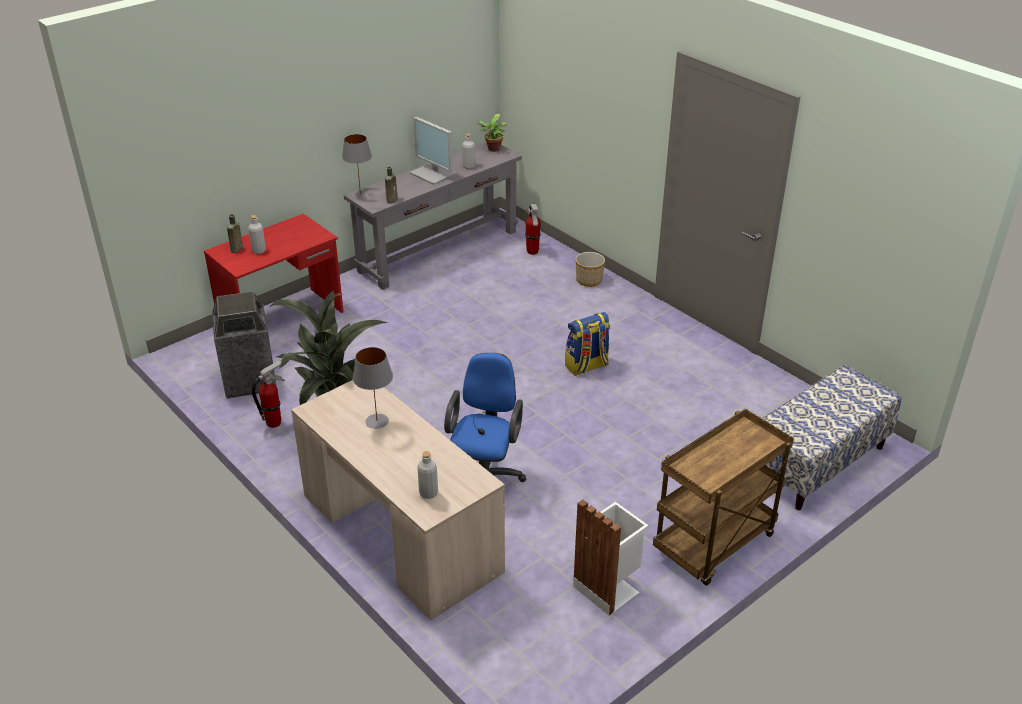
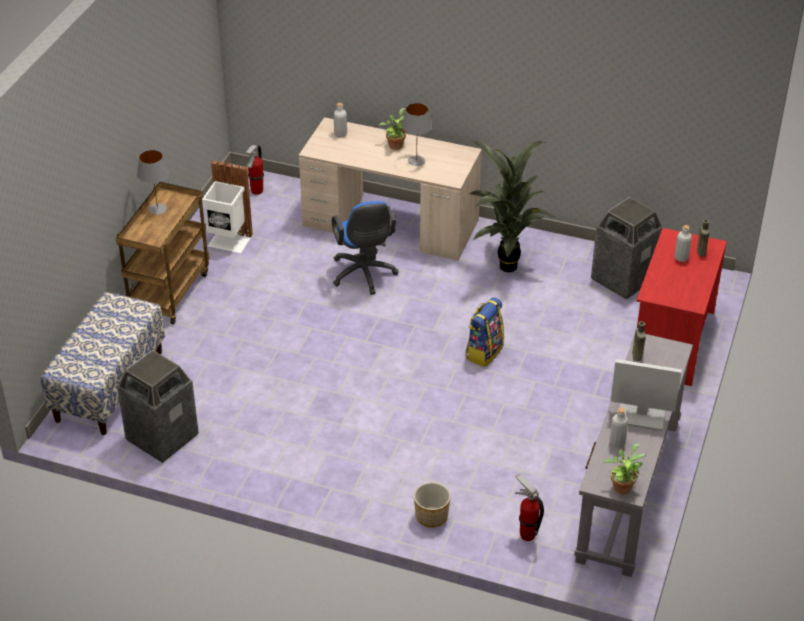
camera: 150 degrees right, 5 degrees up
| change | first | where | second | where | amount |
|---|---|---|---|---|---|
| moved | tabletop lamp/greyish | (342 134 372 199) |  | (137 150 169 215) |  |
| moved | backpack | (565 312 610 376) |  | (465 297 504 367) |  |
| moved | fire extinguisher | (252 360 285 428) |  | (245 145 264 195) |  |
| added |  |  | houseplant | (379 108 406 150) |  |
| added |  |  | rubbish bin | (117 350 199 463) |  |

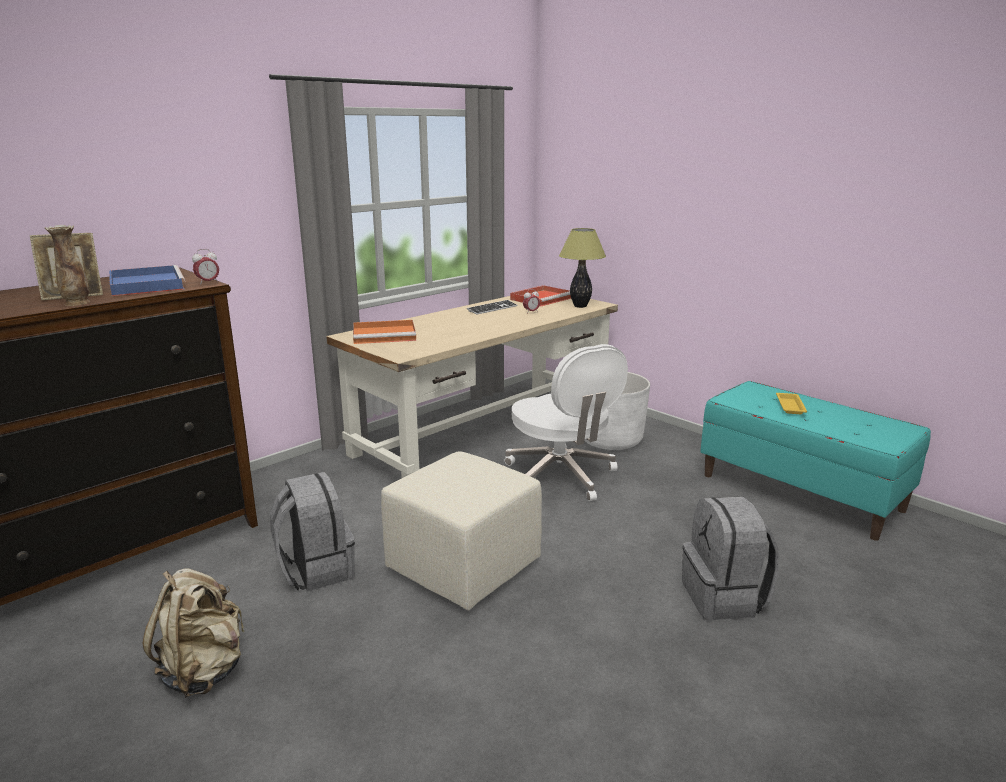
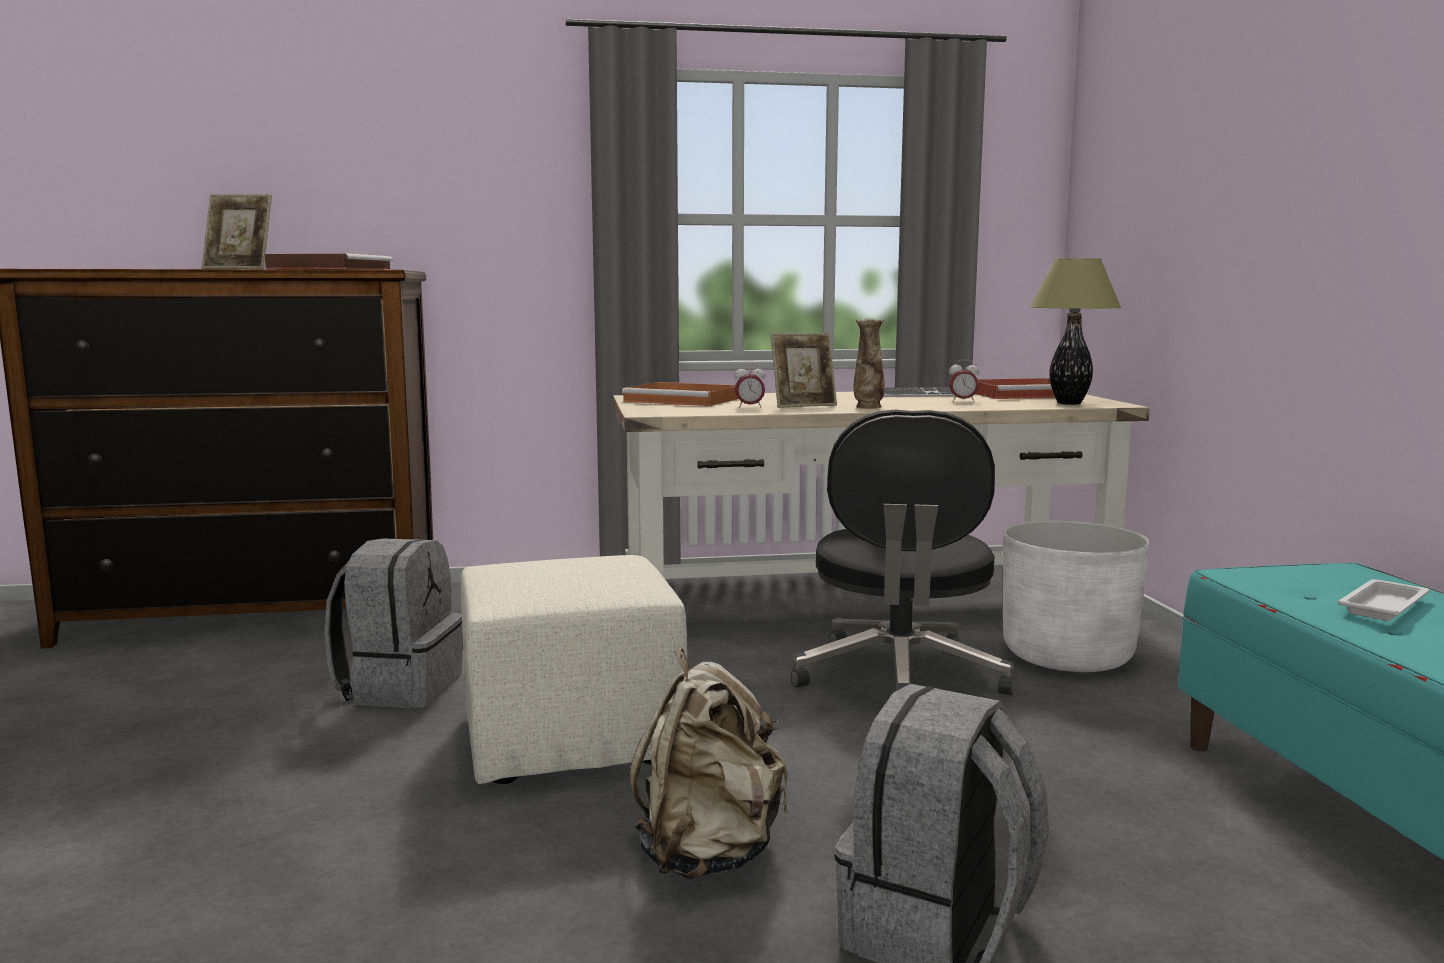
camera: 35 degrees right, 10 degrees down
| change | first | where | second | where | amount |
|---|---|---|---|---|---|
| moved | flower vase | (45 225 90 306) |  | (854 318 885 409) |  |
| moved | table clock | (192 249 219 285) |  | (734 363 765 408) |  |
| recoloured | serving tray/blue-coloured | (109 265 186 296) | serving tray/brown | (265 253 393 270) |  |
| recoloured | desk chair/white | (504 344 628 501) | desk chair/blackish | (791 410 1015 695) |  |
| recoloured | serving tray/yellowish | (776 393 807 414) | serving tray/white | (1338 579 1430 621) |  |
| moved | backpack/beige-coloured | (143 568 244 698) |  | (630 648 789 880) |  |
| added |  |  | standing frame | (771 333 837 408) |  |

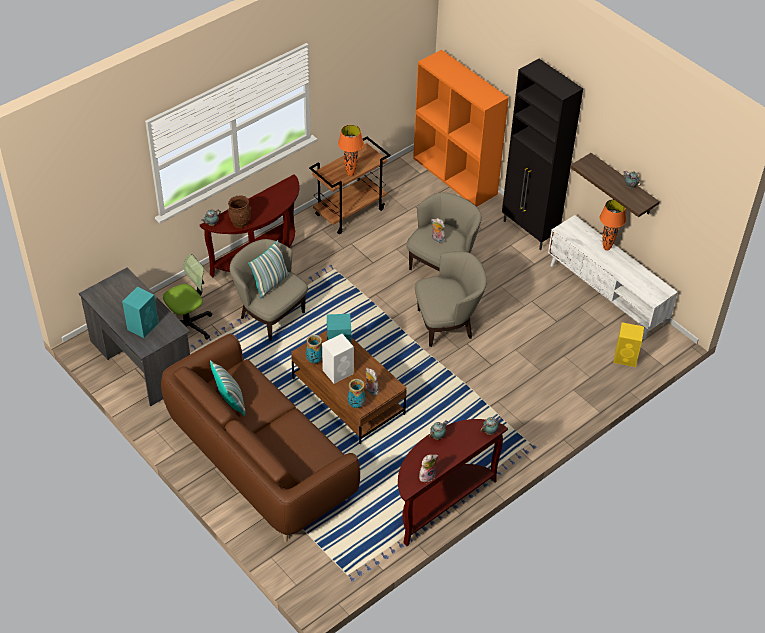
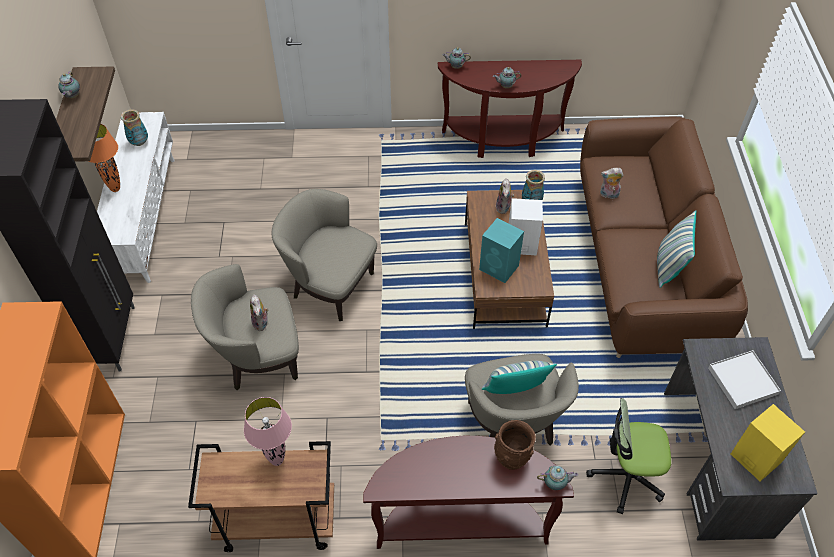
camera: 140 degrees left, 5 degrees up
| change | first | where | second | where | amount |
|---|---|---|---|---|---|
| recoloured | tabletop lamp/orange-coloured | (338 125 364 176) | tabletop lamp/pink | (244 397 292 466) |  |
| replaced | audio speaker/turquoise-coloured | (122 287 159 338) | serving tray/white | (708 350 781 409) |  |
| moved | audio speaker/yellowish | (613 322 644 367) |  | (731 404 805 481) |  |
| moved | flower vase | (306 335 322 364) |  | (121 109 148 146) |  |
| moved | soft toy | (419 455 438 482) |  | (600 168 623 199) |  |

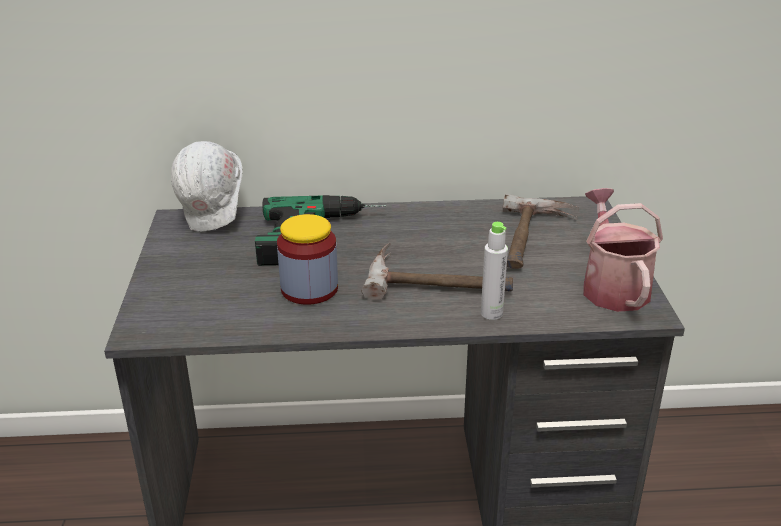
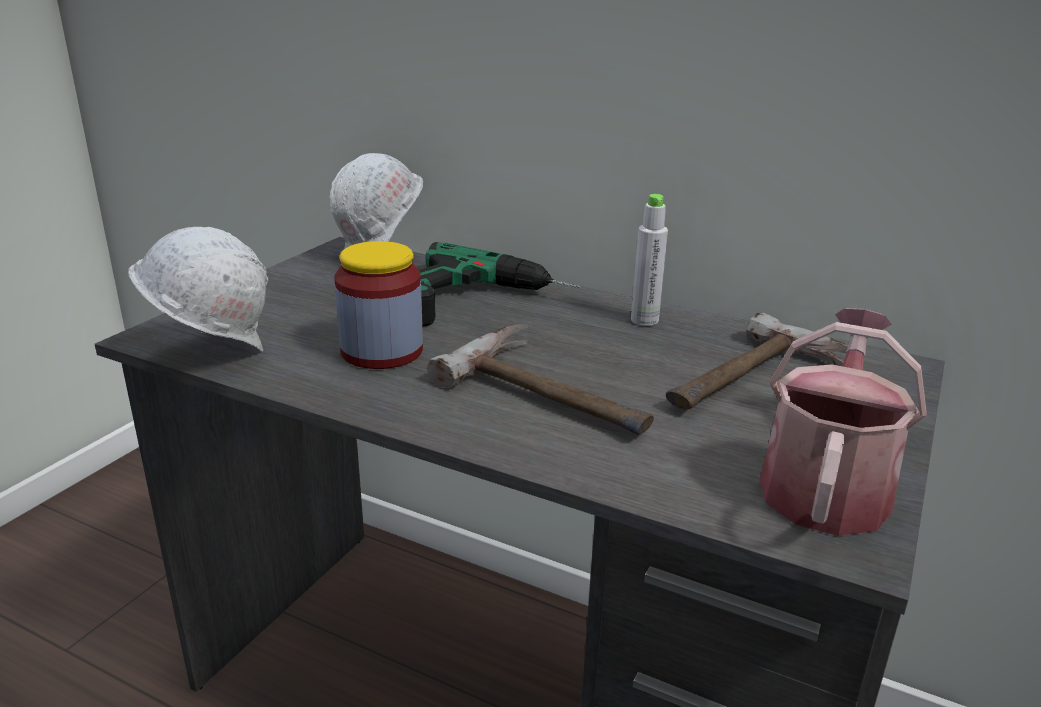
camera: 30 degrees right, 5 degrees down
| change | first | where | second | where | amount |
|---|---|---|---|---|---|
| moved | drink bottle/greyish | (481 222 508 320) |  | (631 194 668 326) |  |
| added |  |  | work helmet/white | (128 227 268 351) |  |

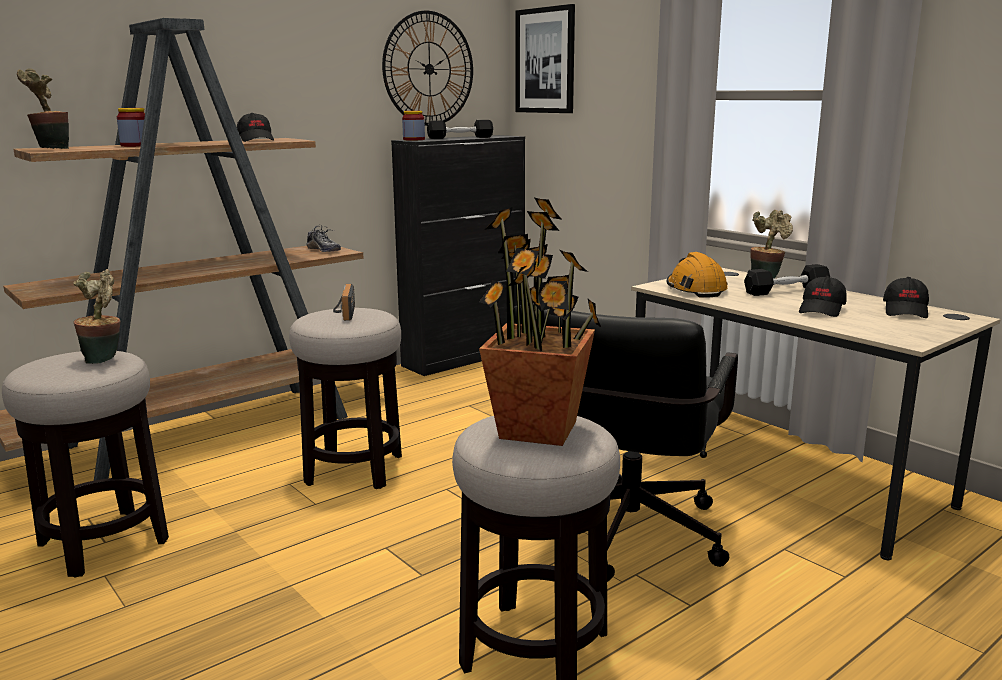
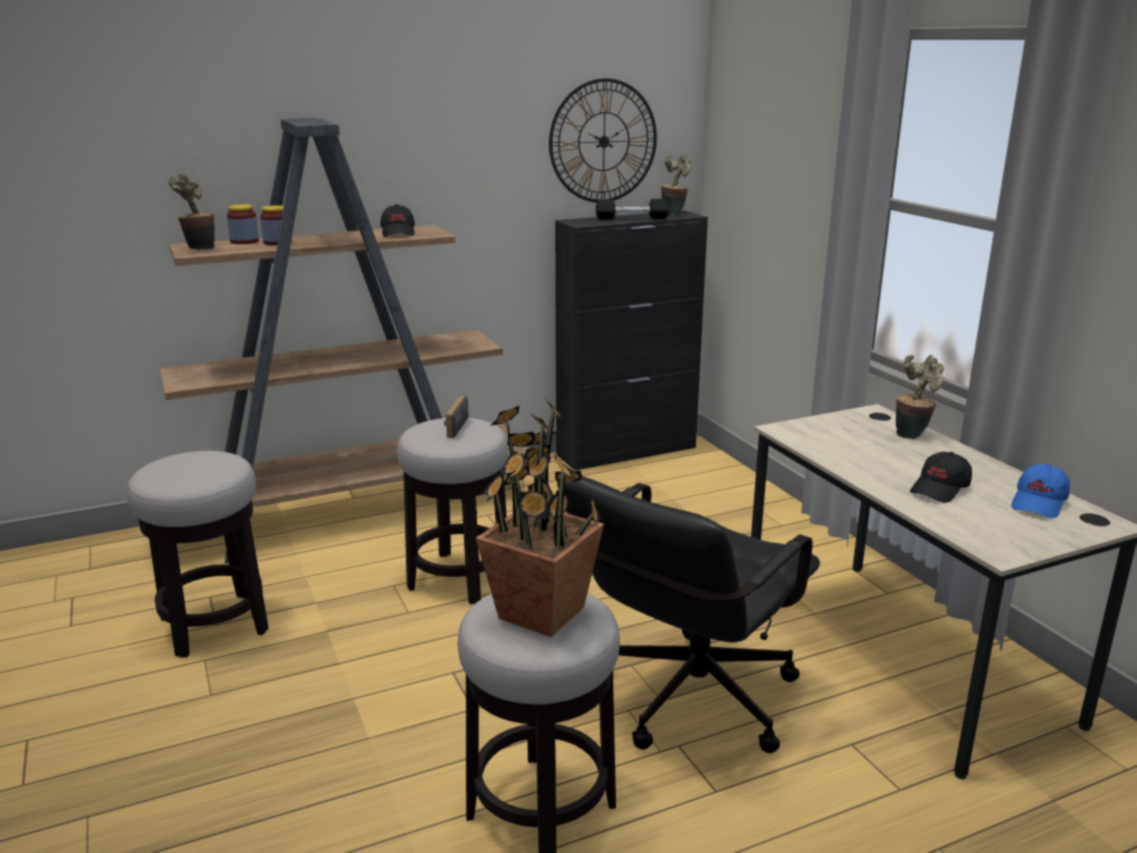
camera: 15 degrees right, 5 degrees up
| change | first | where | second | where | amount |
|---|---|---|---|---|---|
| removed | picture | (515 4 575 113) |  |  |  |
| moved | storage jar | (402 111 425 140) |  | (227 204 259 244) |  |
| removed | low shoe | (307 224 341 252) |  |  |  |
| removed | work helmet/orange-coloured | (666 252 728 298) |  |  |  |
| removed | dumbbell/blackish | (744 264 830 296) |  |  |  |
| moved | houseplant | (73 269 120 364) |  | (661 154 691 215) |  |
| recoloured | cap/blackish | (883 277 929 318) | cap/blue-coloured | (1011 464 1070 518) |  |

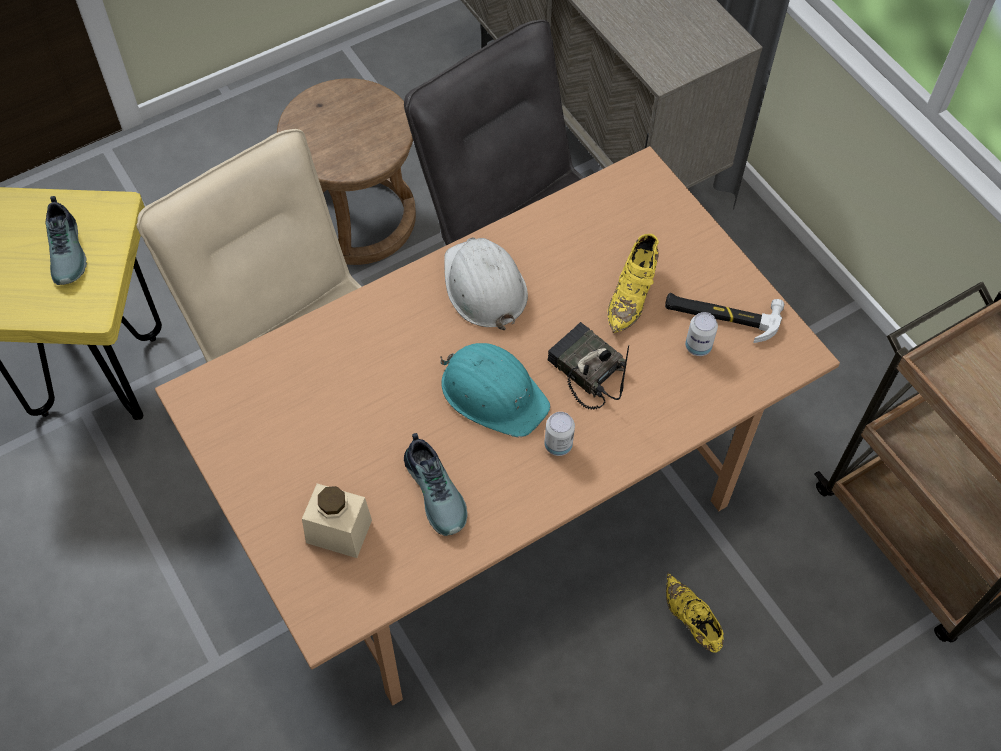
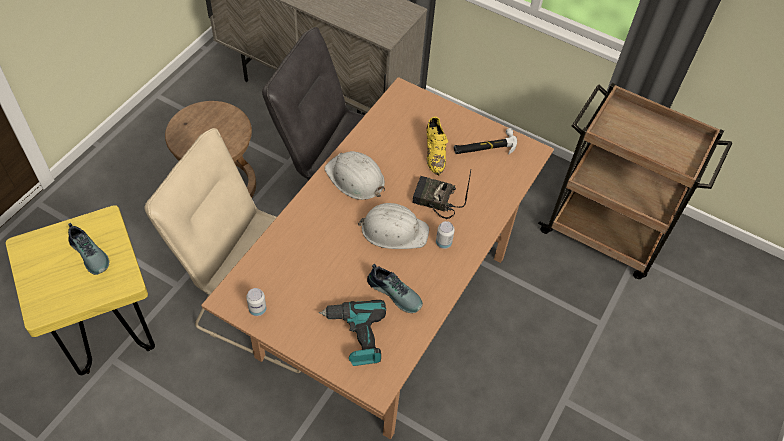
camera: 30 degrees left, 5 degrees down
| change | first | where | second | where | amount |
|---|---|---|---|---|---|
| moved | can | (685 312 718 356) |  | (246 288 267 316) |  |
| recoloured | work helmet/turquoise-coloured | (440 343 550 437) | work helmet/white | (358 203 429 249) |  |
| replaced | storage jar/beige-coloured | (302 483 372 558) | drill | (319 300 386 366) |  |
| removed | low shoe/yellowish | (666 572 724 653) |  |  |  |

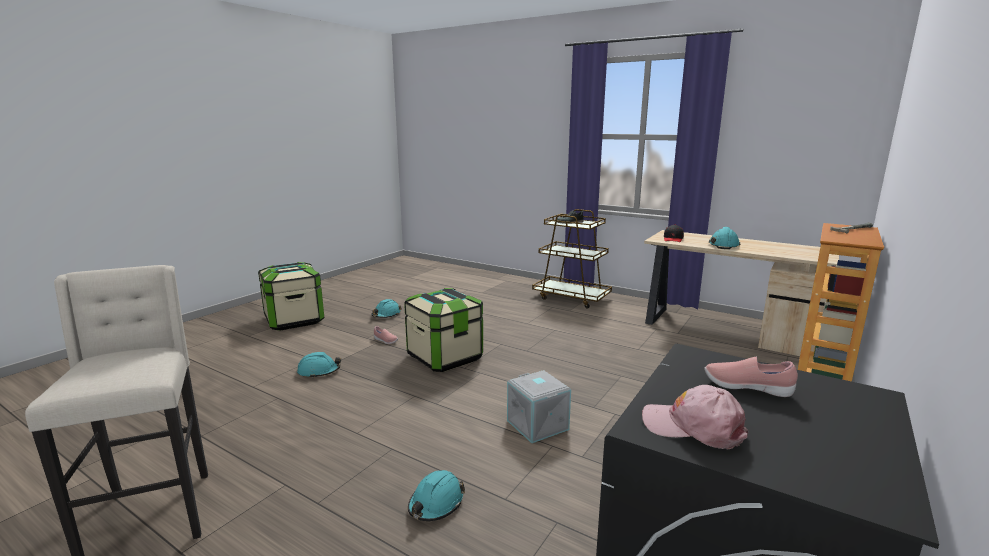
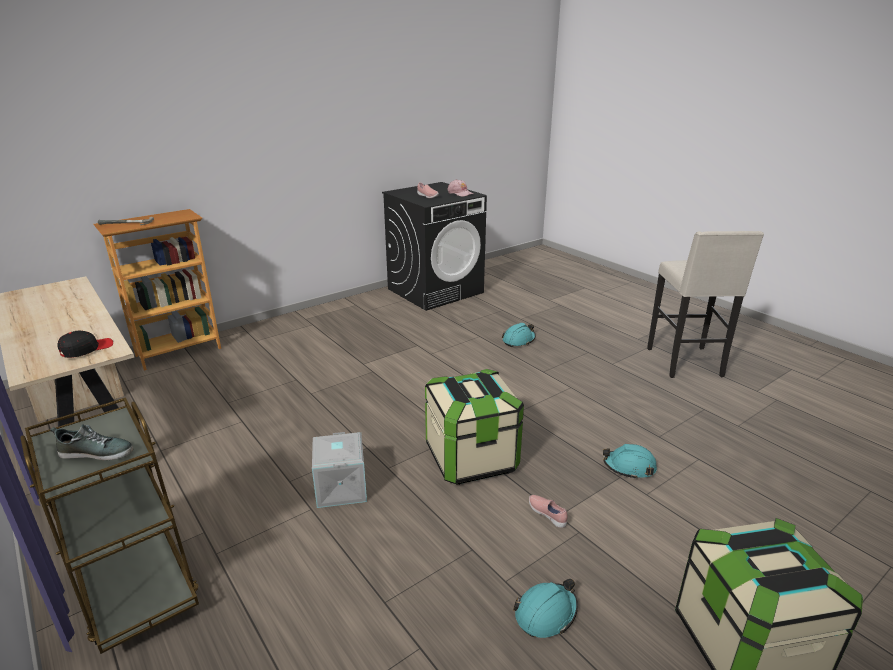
camera: 160 degrees left, 10 degrees up
| change | first | where | second | where | amount |
|---|---|---|---|---|---|
| removed | work helmet/turquoise-coloured | (709 227 740 249) |  |  |  |
| moved | storage box/greyish | (507 370 571 443) |  | (312 432 367 508) |  |

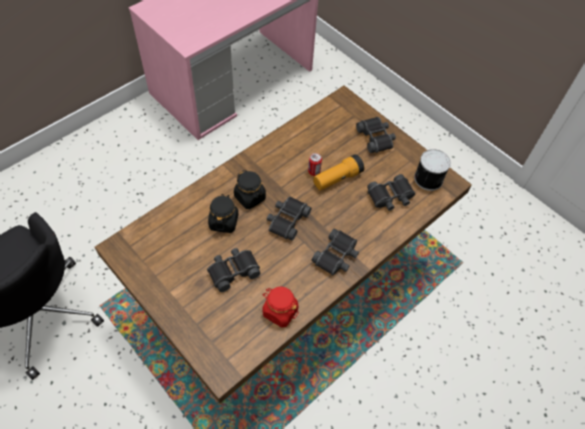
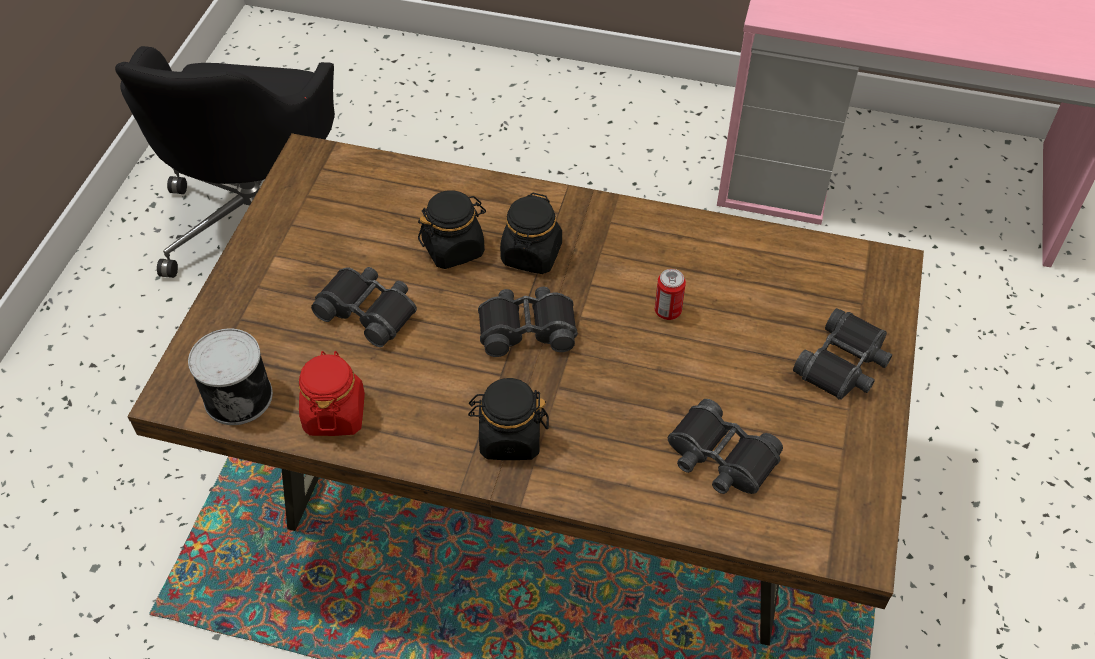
camera: 60 degrees right, 5 degrees down
| change | first | where | second | where | amount |
|---|---|---|---|---|---|
| moved | can | (414 149 451 191) |  | (188 329 273 425) |  |
| removed | hand torch | (313 154 364 191) |  |  |  |
| replaced | field glasses/blackish | (311 229 359 275) | storage jar/blackish | (468 378 549 460) |  |

